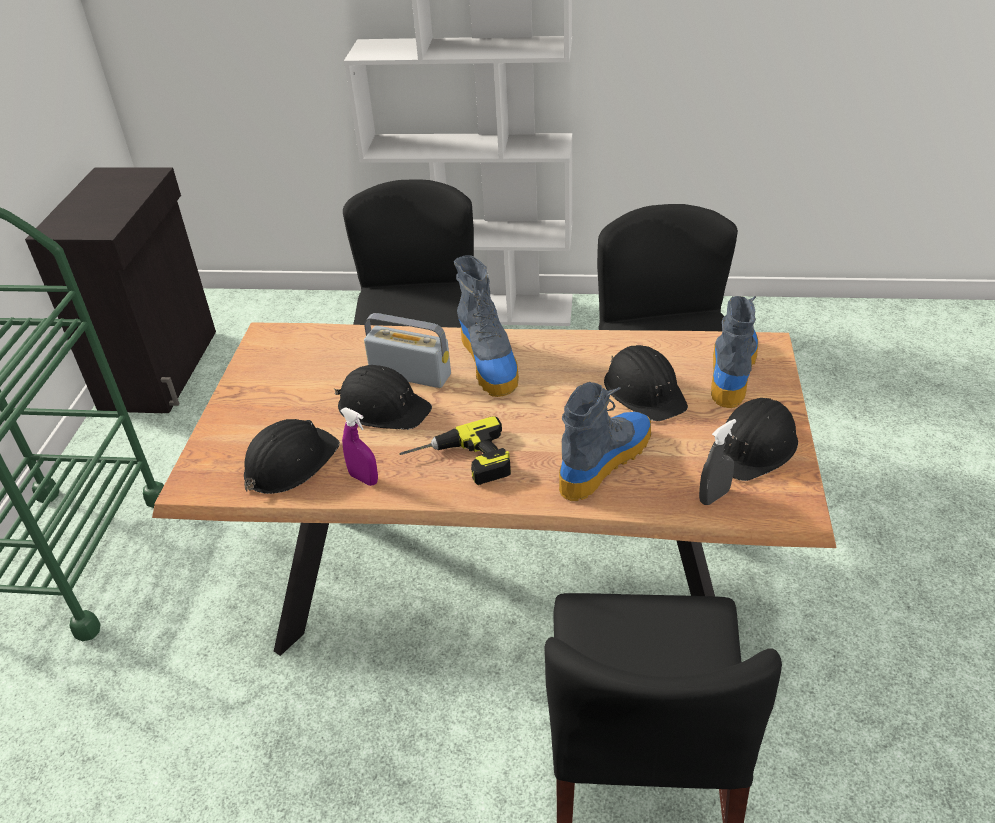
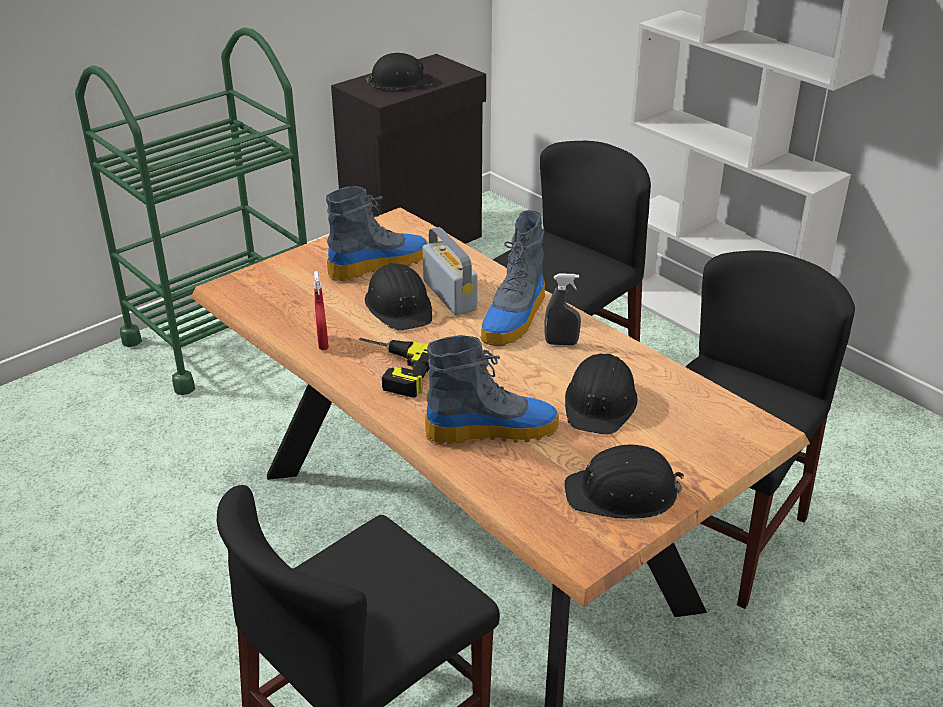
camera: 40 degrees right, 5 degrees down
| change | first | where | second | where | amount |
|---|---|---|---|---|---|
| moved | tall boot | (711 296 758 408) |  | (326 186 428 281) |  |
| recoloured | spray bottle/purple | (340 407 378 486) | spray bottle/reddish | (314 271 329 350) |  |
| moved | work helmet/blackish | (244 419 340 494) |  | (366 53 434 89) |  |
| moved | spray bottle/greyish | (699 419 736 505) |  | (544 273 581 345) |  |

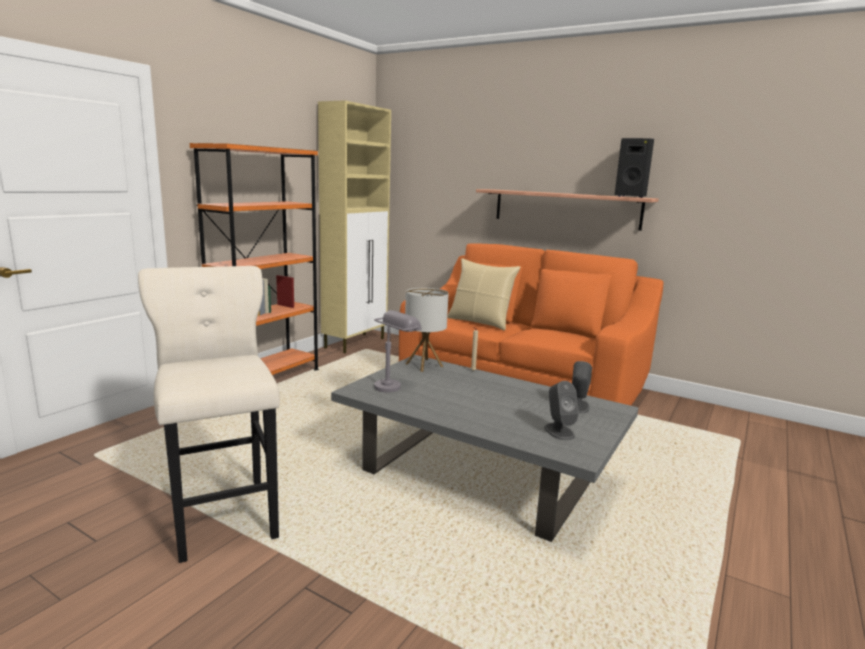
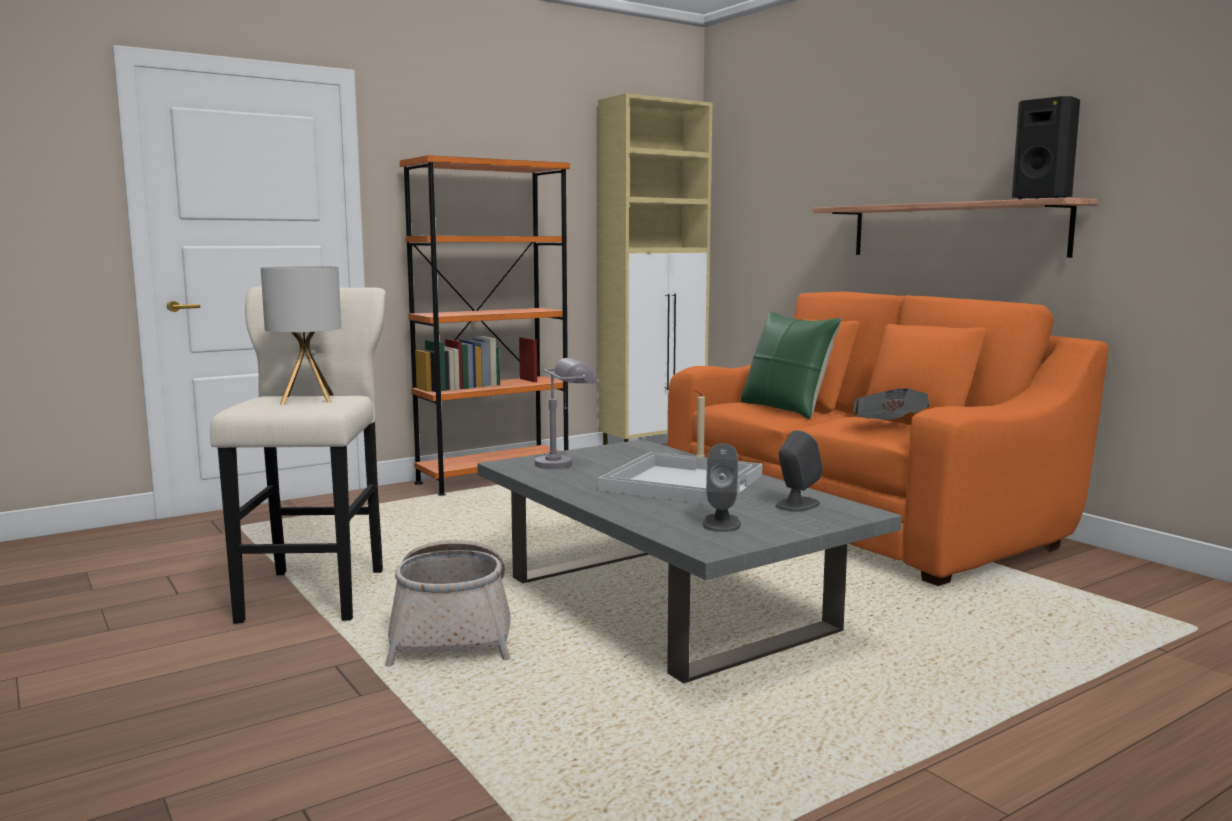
camera: 25 degrees right, 5 degrees down
| change | first | where | second | where | amount |
|---|---|---|---|---|---|
| recoloured | throw pillow/beige-coloured | (448 258 520 330) | throw pillow/greenish | (741 311 841 419) |  |
| moved | tabletop lamp | (405 288 449 372) |  | (261 266 342 404) |  |
| added |  |  | printed paper | (854 388 930 420) |  |
| added |  |  | serving tray/white | (598 452 763 505) |  |
| added |  |  | basket | (385 540 511 666) |  |

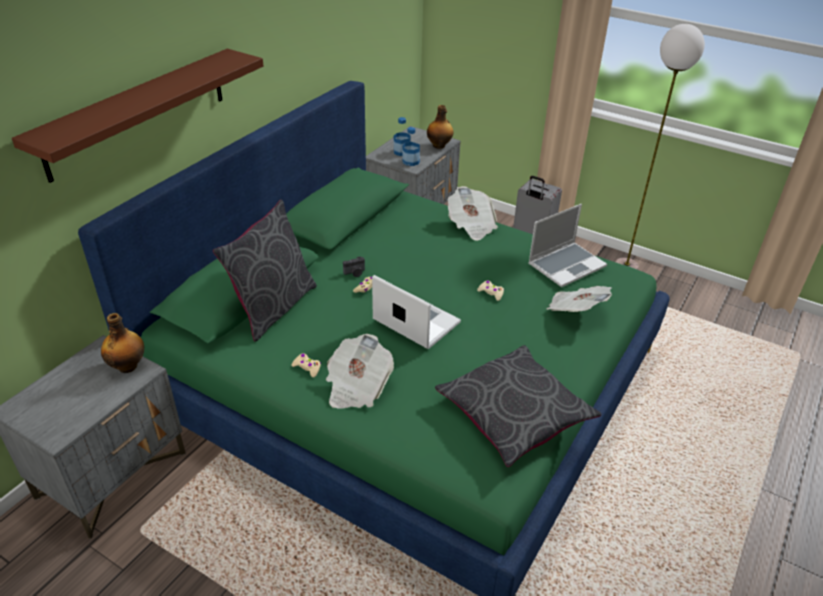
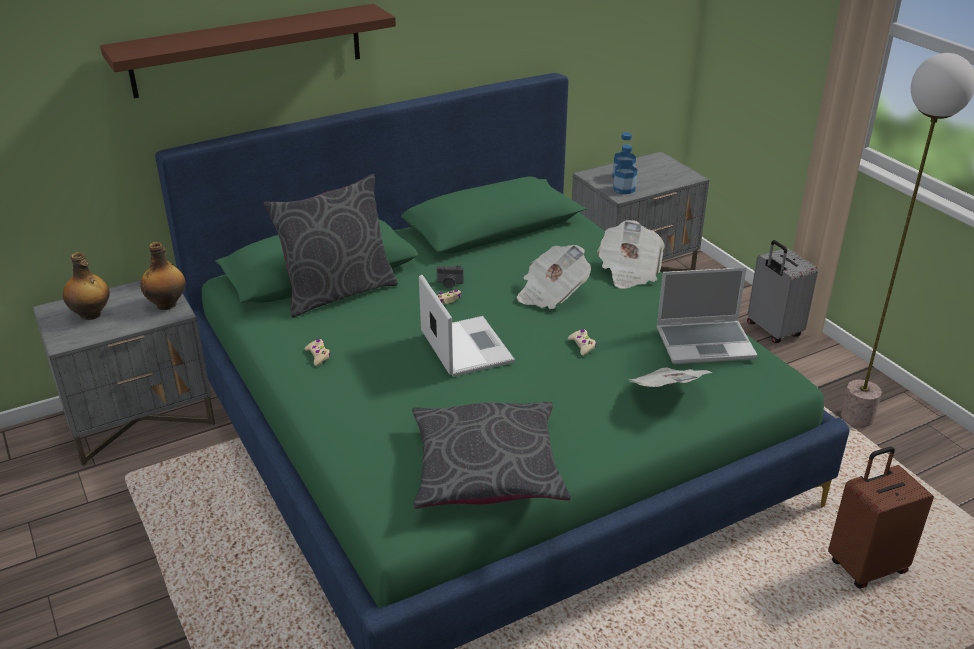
camera: 30 degrees right, 5 degrees down
| change | first | where | second | where | amount |
|---|---|---|---|---|---|
| moved | drink bottle | (427 105 453 149) |  | (63 252 110 320) |  |
| moved | printed paper | (326 334 394 409) |  | (517 245 591 309) |  |
| added |  |  | travel case/brown | (828 446 934 589) |  |

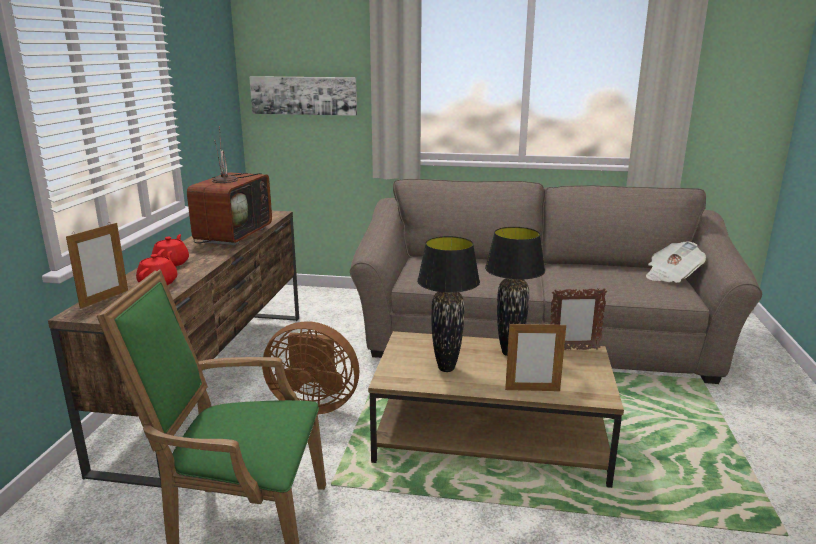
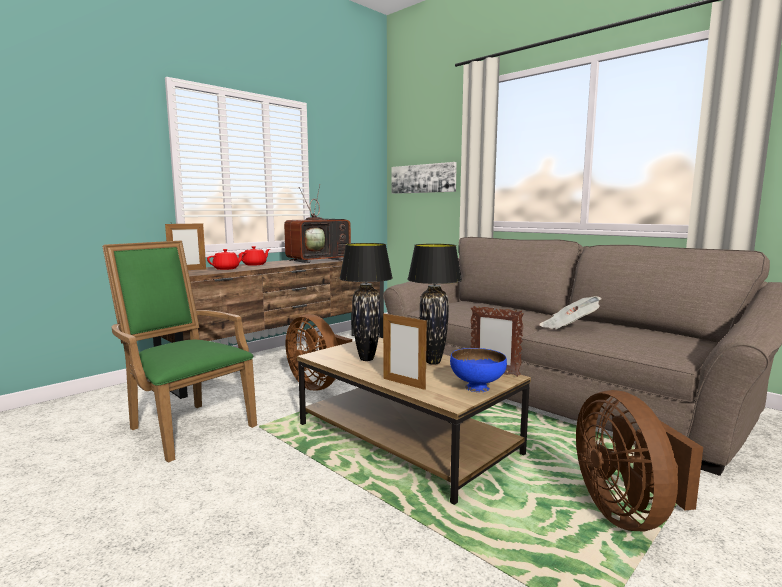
camera: 35 degrees right, 10 degrees down
| change | first | where | second | where | amount |
|---|---|---|---|---|---|
| moved | printed paper | (646 242 706 283) |  | (539 296 602 329) |  |
| added |  |  | deep dish/blue-coloured | (450 348 507 392) |  |
| added |  |  | electric fan/brown | (576 390 703 532) |  |

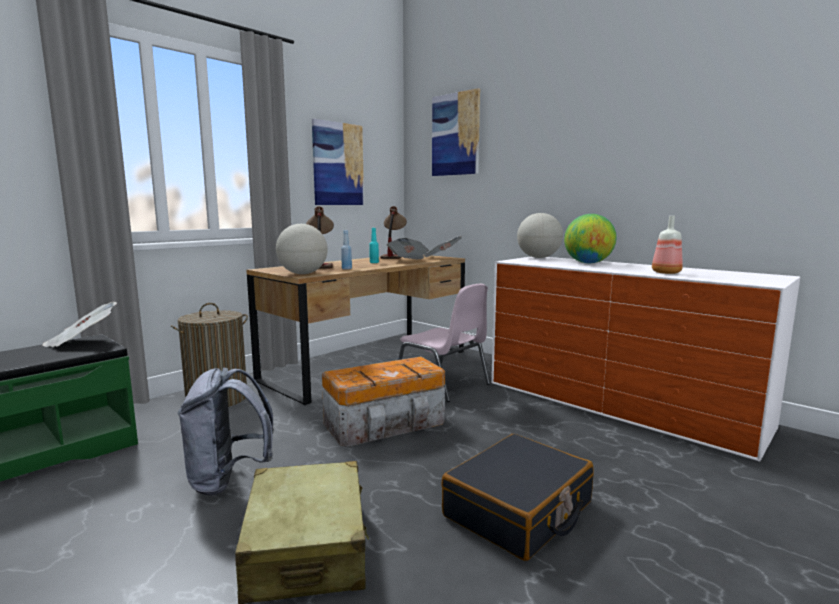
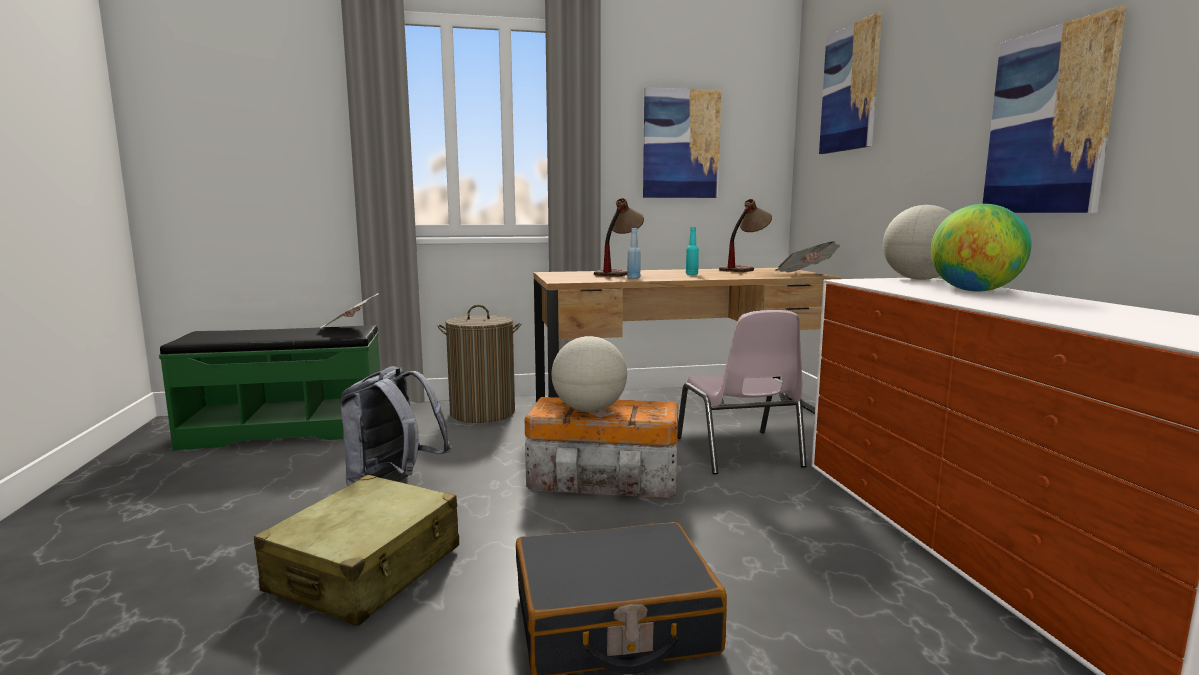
camera: 35 degrees right, 0 degrees up
| change | first | where | second | where | amount |
|---|---|---|---|---|---|
| removed | drink bottle | (652 216 683 274) |  |  |  |
| moved | globe | (276 224 328 274) |  | (551 336 627 412) |  |
| removed | printed paper | (387 238 429 259) |  |  |  |
| added |  |  | picture | (983 6 1127 213) |  |

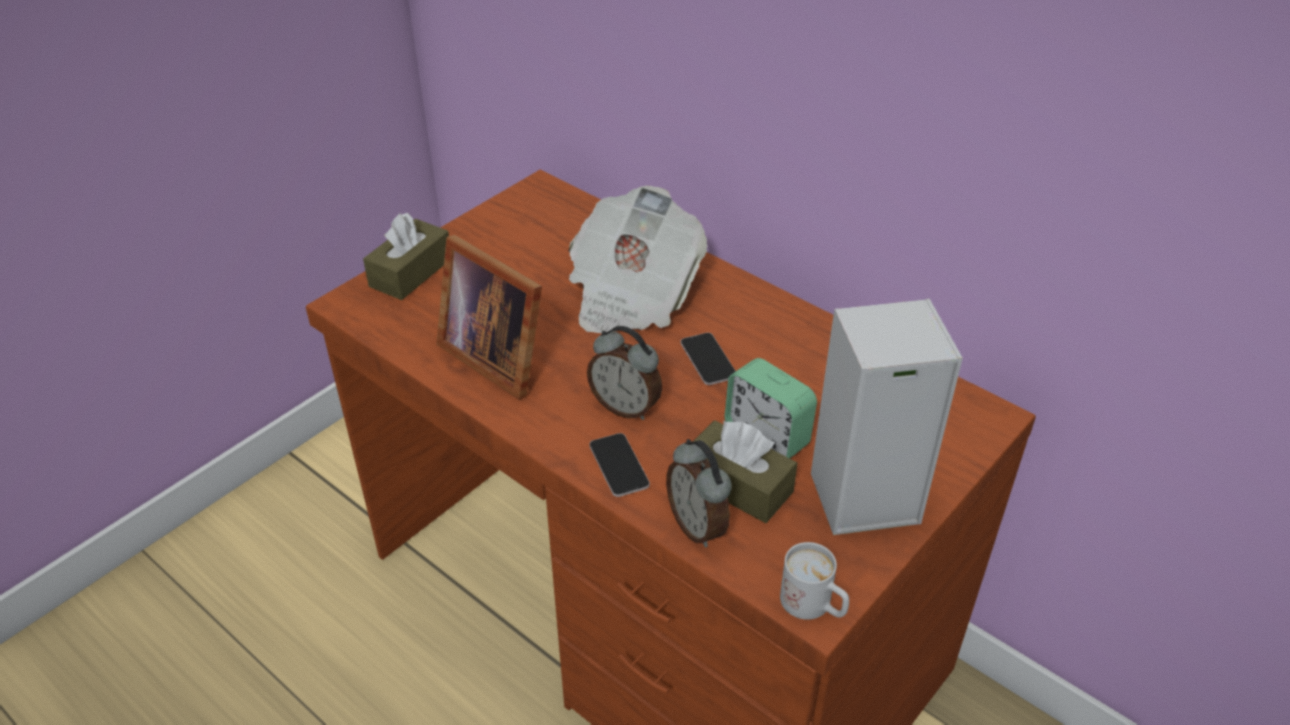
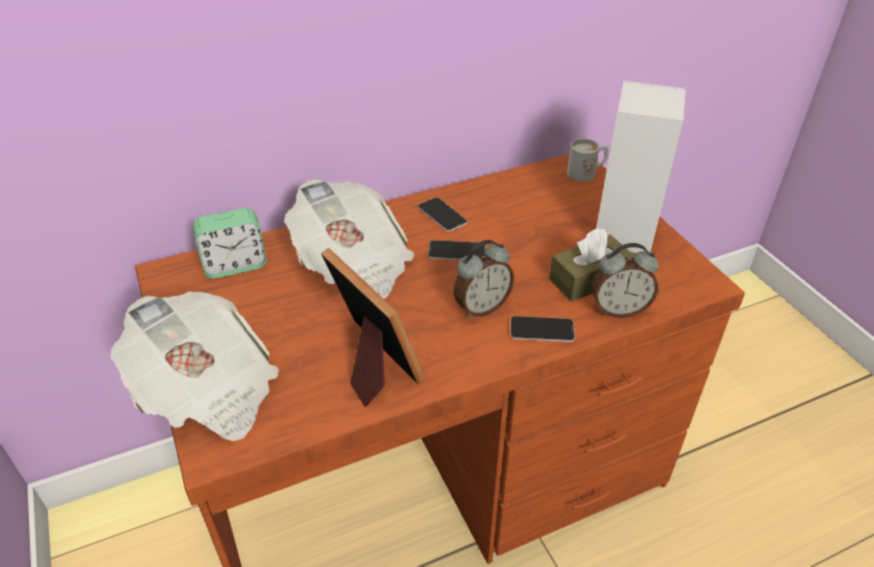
camera: 65 degrees left, 0 degrees up
| change | first | where | second | where | amount |
|---|---|---|---|---|---|
| replaced | box of tissues/brown | (363 213 449 300) | printed paper | (111 292 279 441) |  |
| turned | standing frame | (437 235 542 399) |  | (321 248 425 407) | 105 degrees counterclockwise |
| moved | table clock | (724 358 817 458) |  | (192 208 267 279) |  |
| moved | mug/white | (780 542 849 620) |  | (567 138 609 182) |  |
| added |  |  | phone | (418 197 467 232) |  |

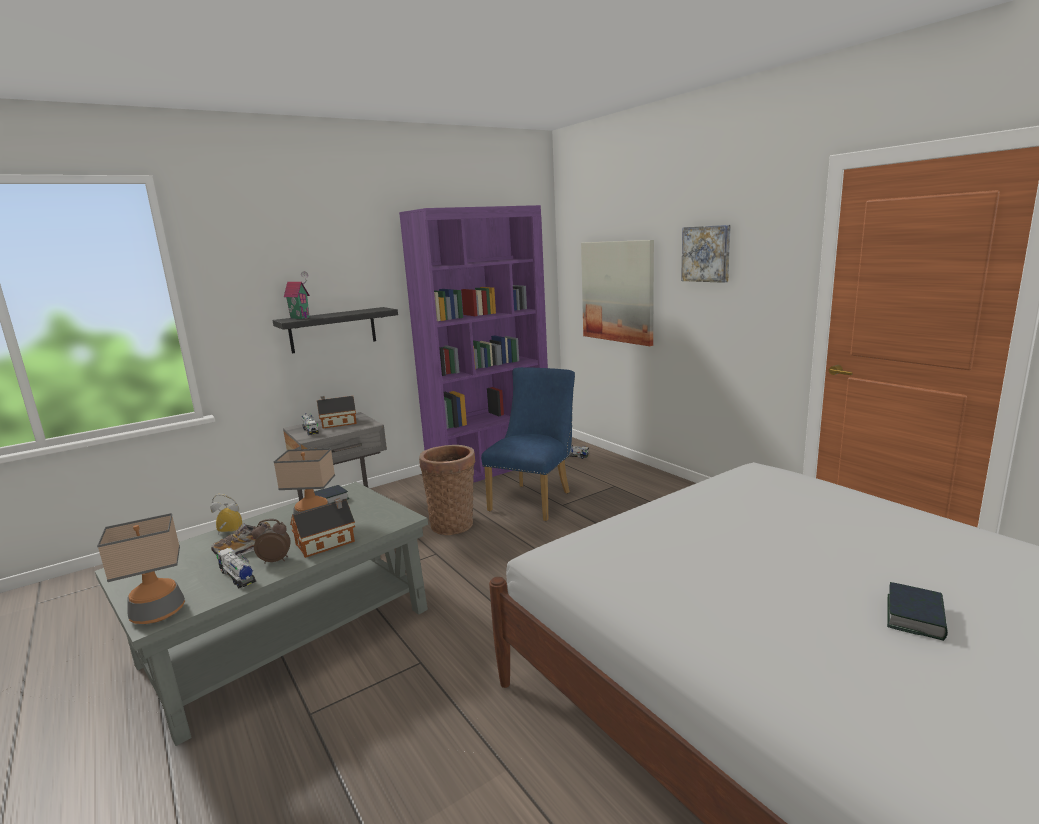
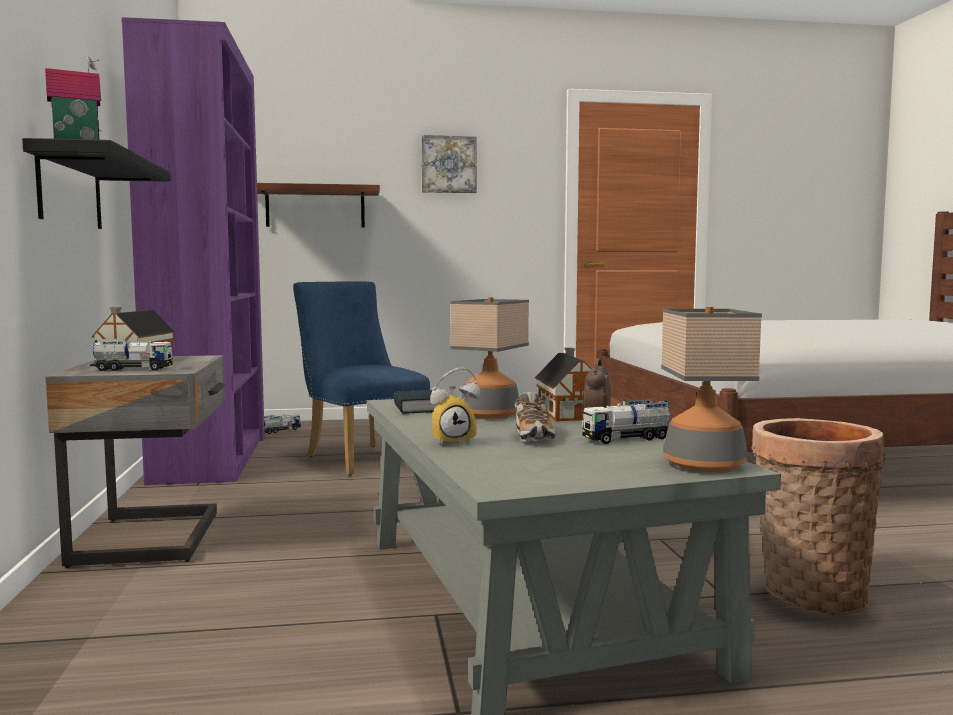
camera: 65 degrees left, 10 degrees down
| change | first | where | second | where | amount |
|---|---|---|---|---|---|
| replaced | picture | (581 240 654 346) | shelf/brown | (257 183 380 228) |  |
| moved | basket | (419 445 475 535) |  | (751 418 885 615) |  |
| turned | table clock | (210 494 242 535) |  | (430 367 481 446) | 135 degrees counterclockwise |
| removed | volume | (887 582 948 641) |  |  |  |

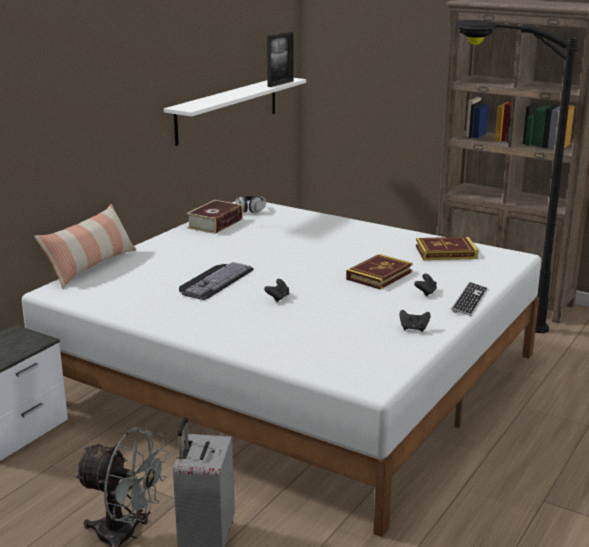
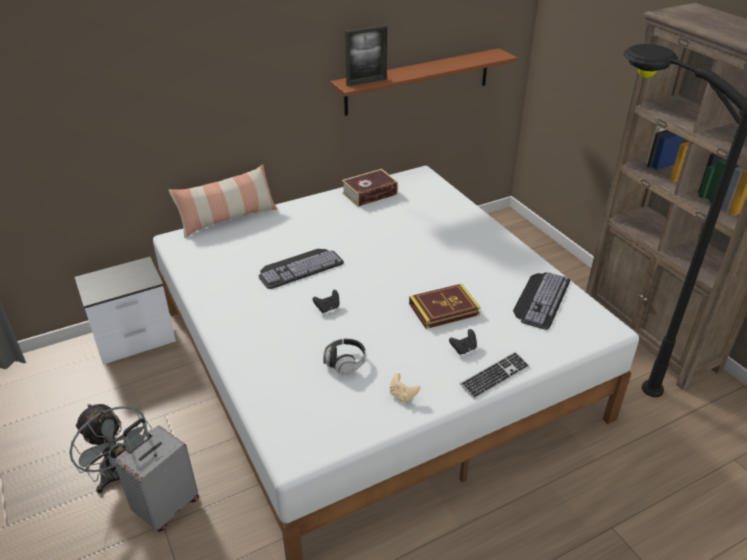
camera: 30 degrees right, 15 degrees up
| change | first | where | second | where | amount |
|---|---|---|---|---|---|
| moved | standing frame | (267 32 294 87) |  | (345 25 387 86) |  |
| recoloured | shelf/white | (164 78 306 146) | shelf/brown | (330 48 517 116) |  |
| moved | pair of headphones | (236 196 266 213) |  | (323 338 366 375) |  |
| replaced | volume | (416 237 478 260) | computer keyboard | (513 272 570 330) |  |
| recoloured | gamepad/blackish | (399 310 431 332) | gamepad/beige-coloured | (390 373 420 403) |  |

